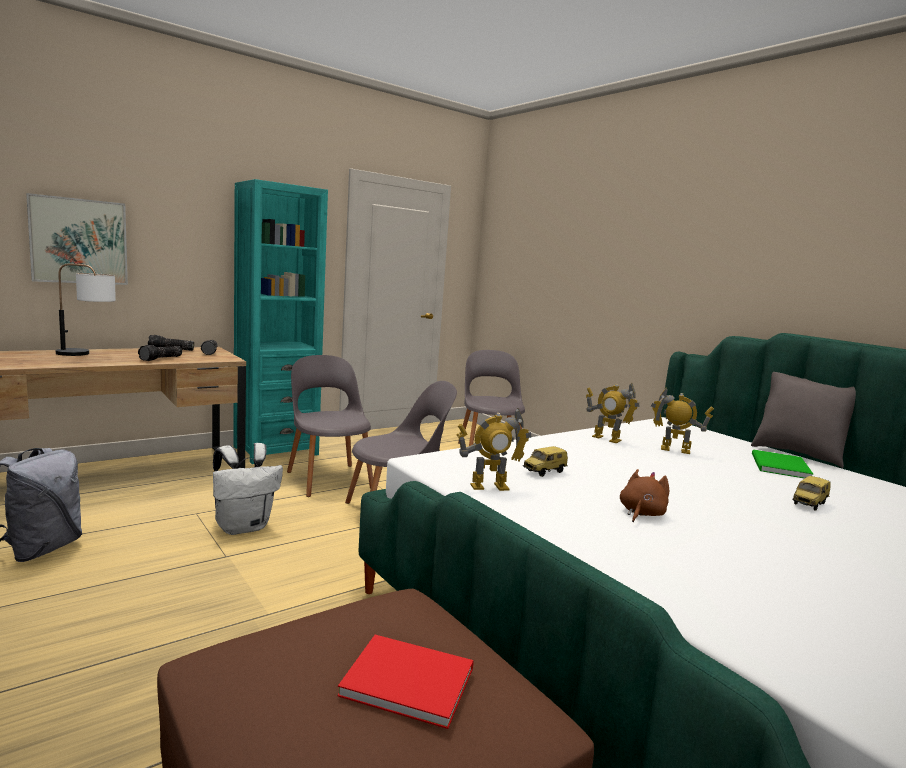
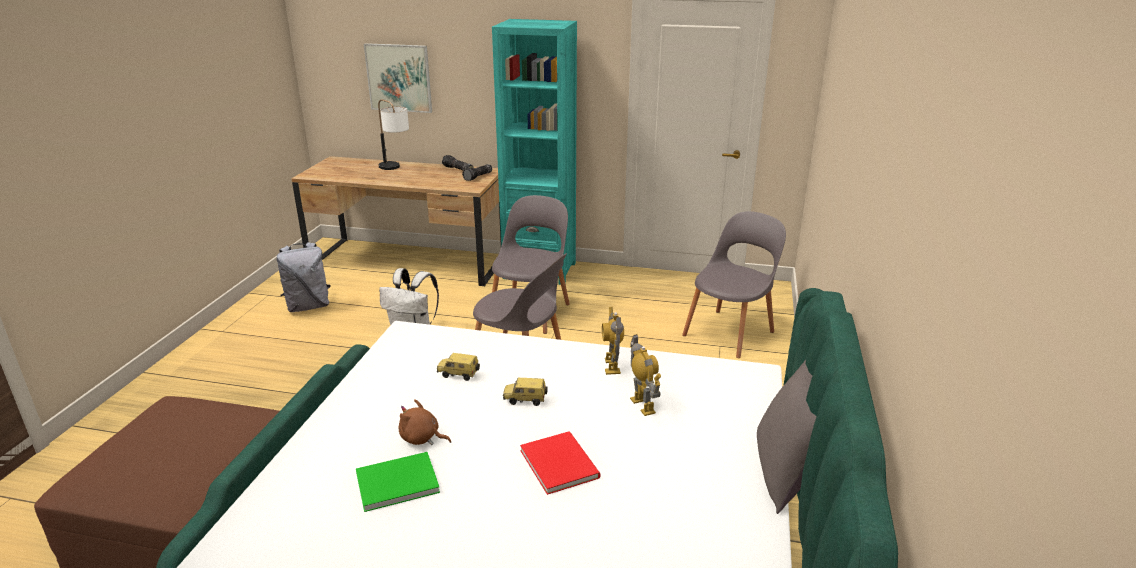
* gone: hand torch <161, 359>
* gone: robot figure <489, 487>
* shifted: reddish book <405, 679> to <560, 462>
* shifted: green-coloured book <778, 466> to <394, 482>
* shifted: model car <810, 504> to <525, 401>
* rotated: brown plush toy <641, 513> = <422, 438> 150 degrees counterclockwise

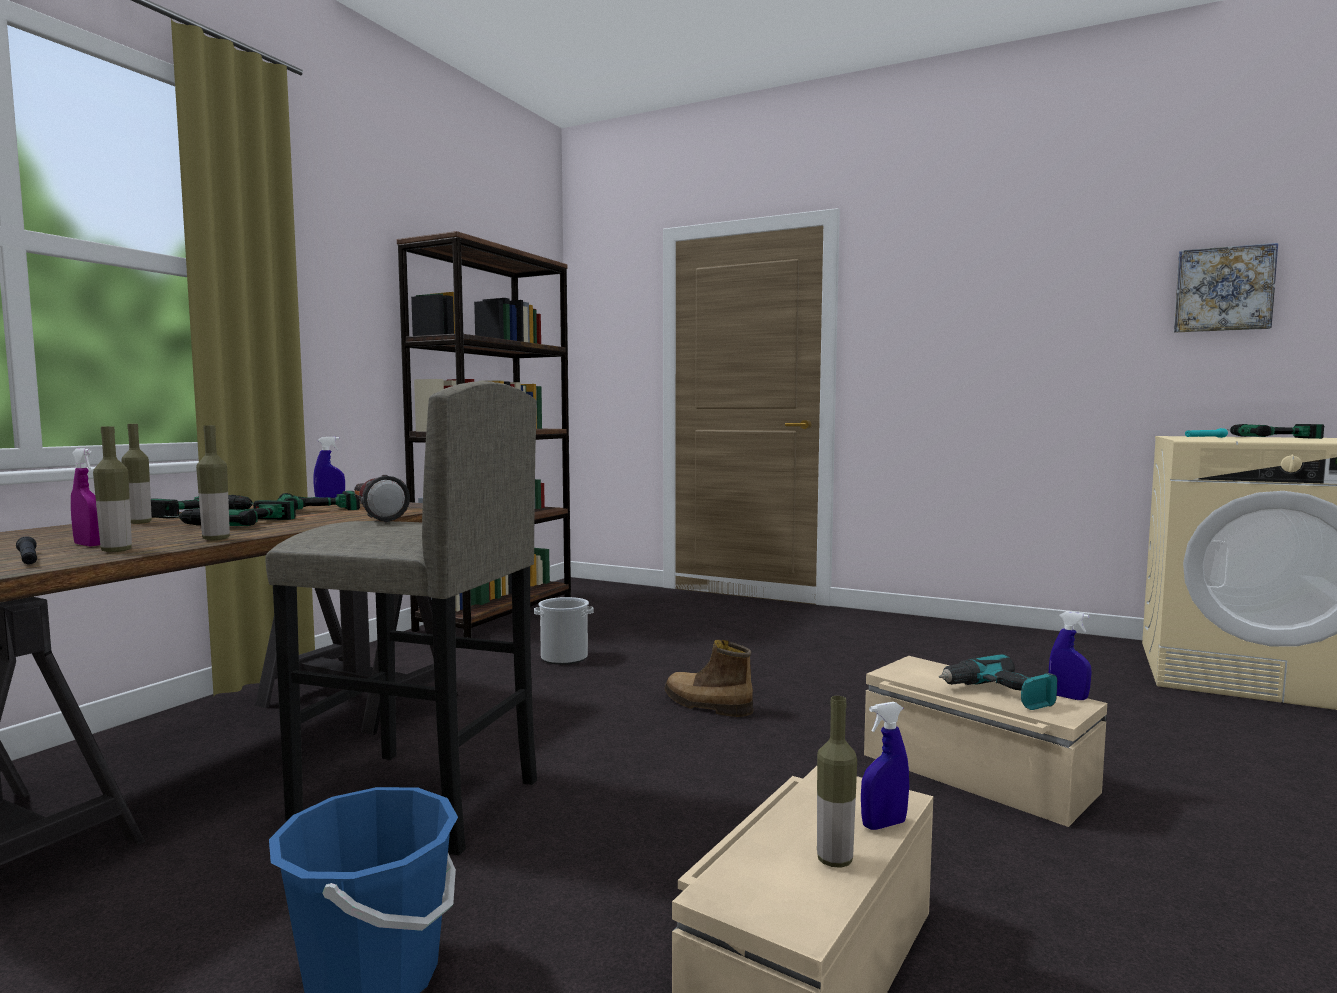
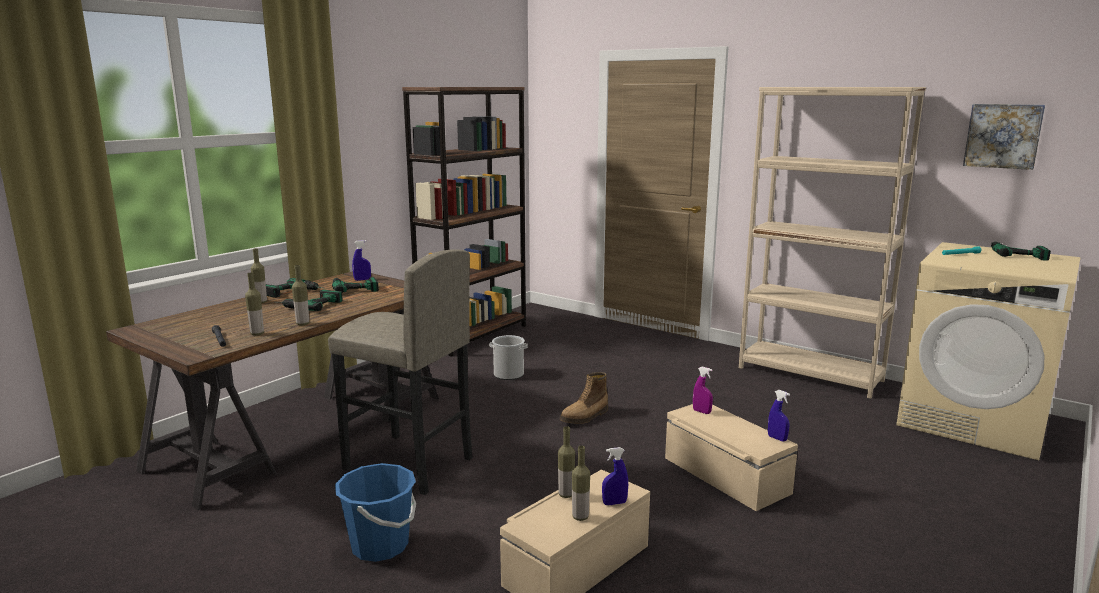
* gone: hand torch <374, 517>
* gone: electric drill <998, 695>
* new: bottle <566, 494>
* new: beige-coloured shelving unit <810, 374>
* shifted: purplish sprayer <88, 545> to <701, 412>
* rotated: tall boot <706, 705> = <585, 417> 90 degrees counterclockwise

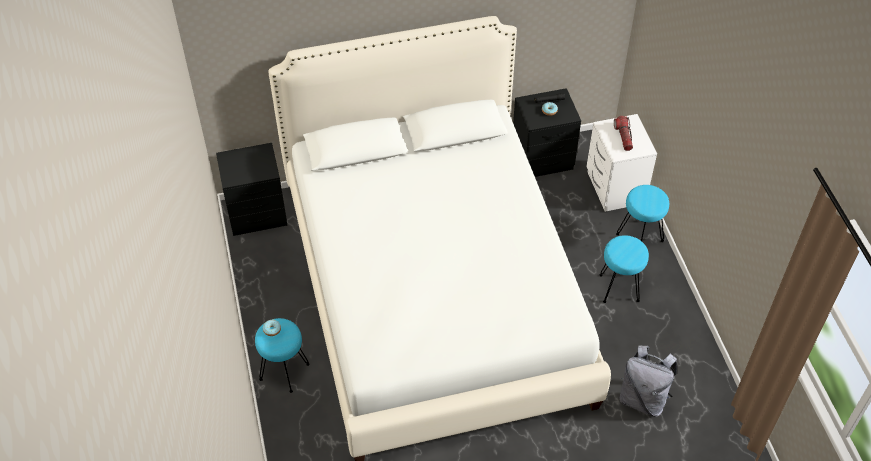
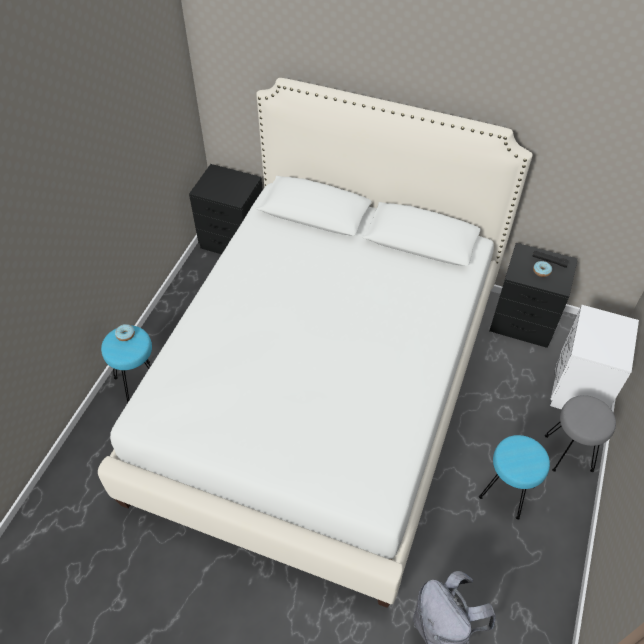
* gone: hand torch <623, 137>
* repainted: turquoise-coloured sitting stool <639, 237> to grey sitting stool <569, 452>

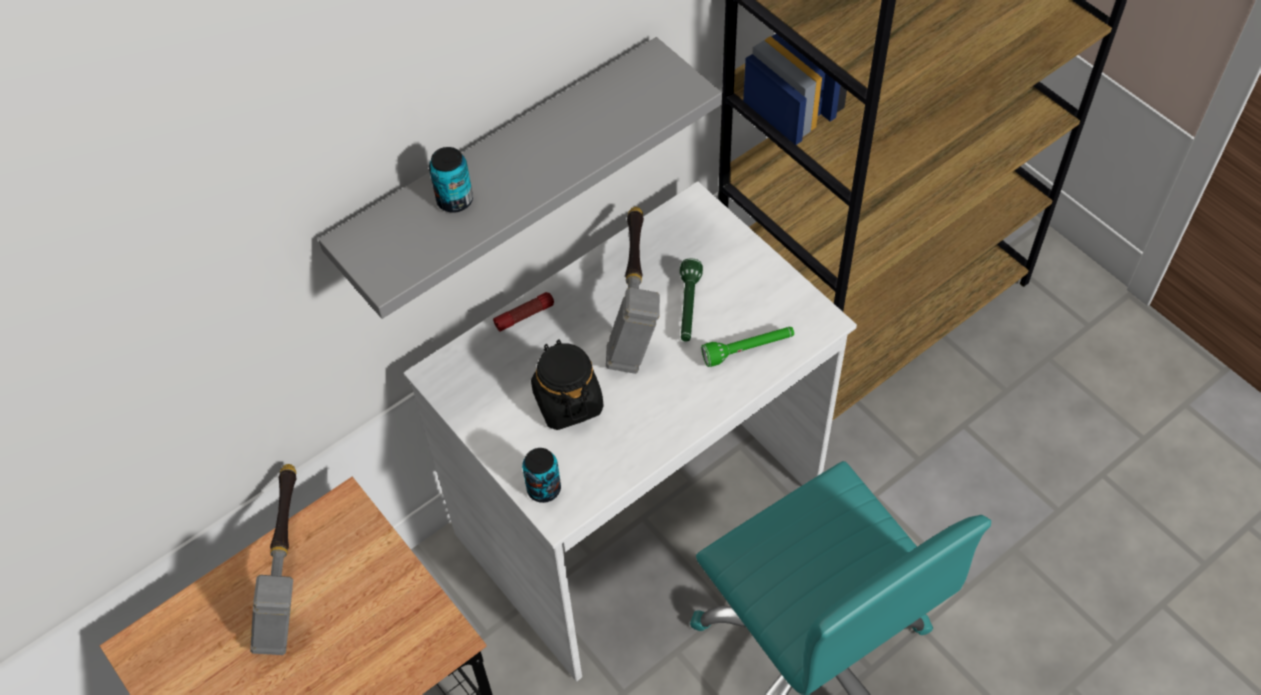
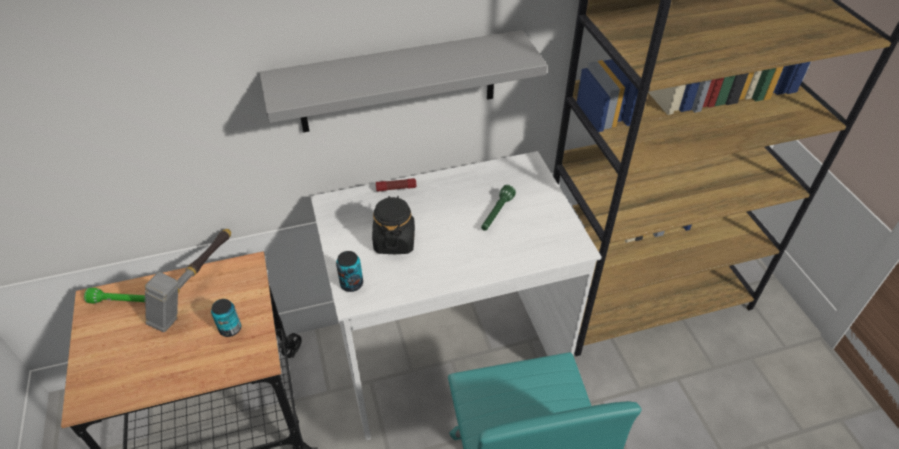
* gone: hammer <634, 304>
* shifted: metal can <455, 200> to <230, 329>
* shifted: green-coloured hand torch <748, 350> to <121, 301>

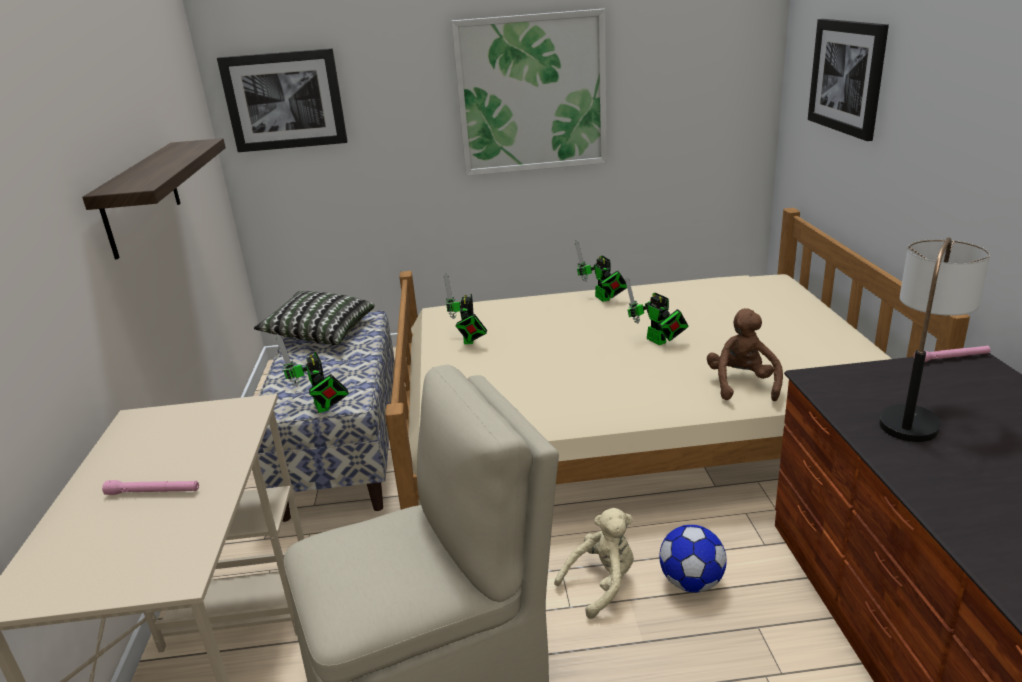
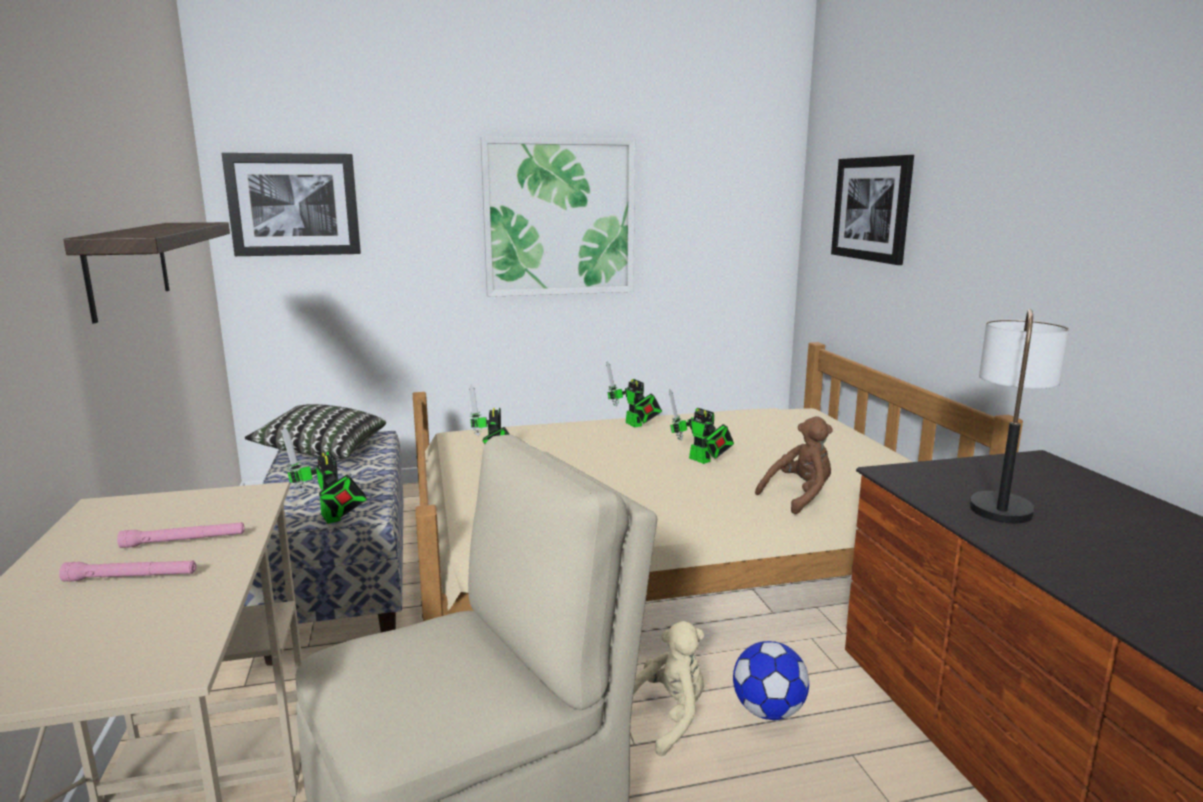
* shifted: pink hand torch <951, 358> to <184, 541>
* rotated: brown plush toy <742, 384> = <799, 497> 60 degrees clockwise

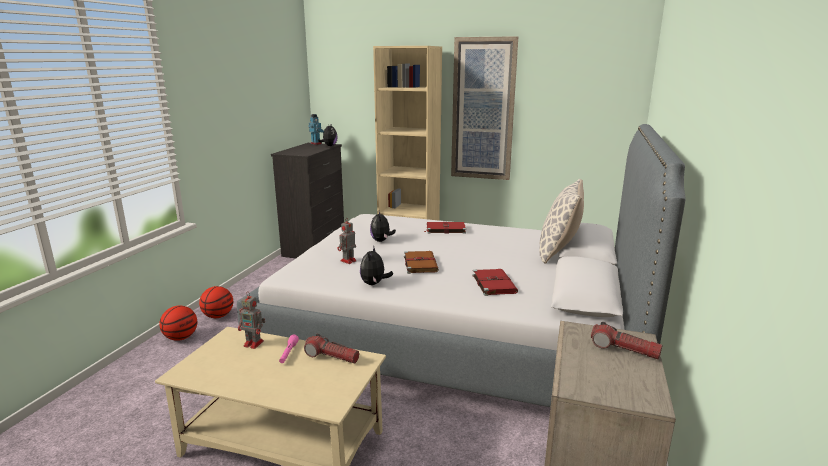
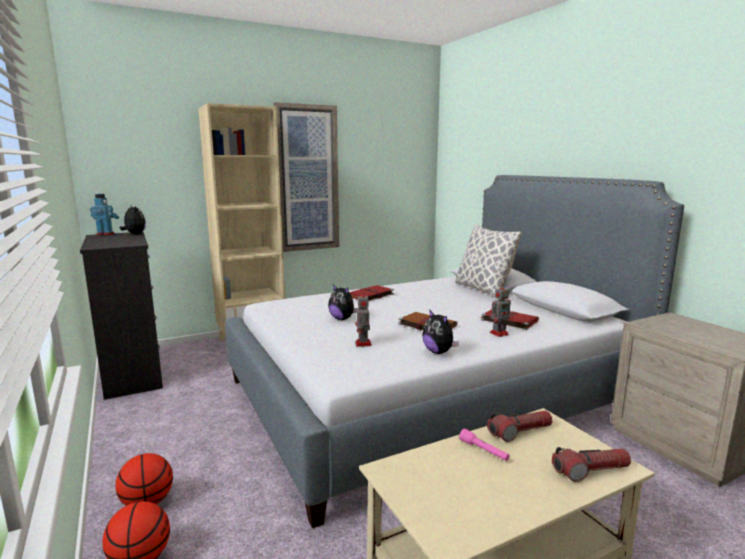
* shifted: robot figure <254, 343> to <499, 333>
* shifted: hand torch <624, 350> to <590, 471>

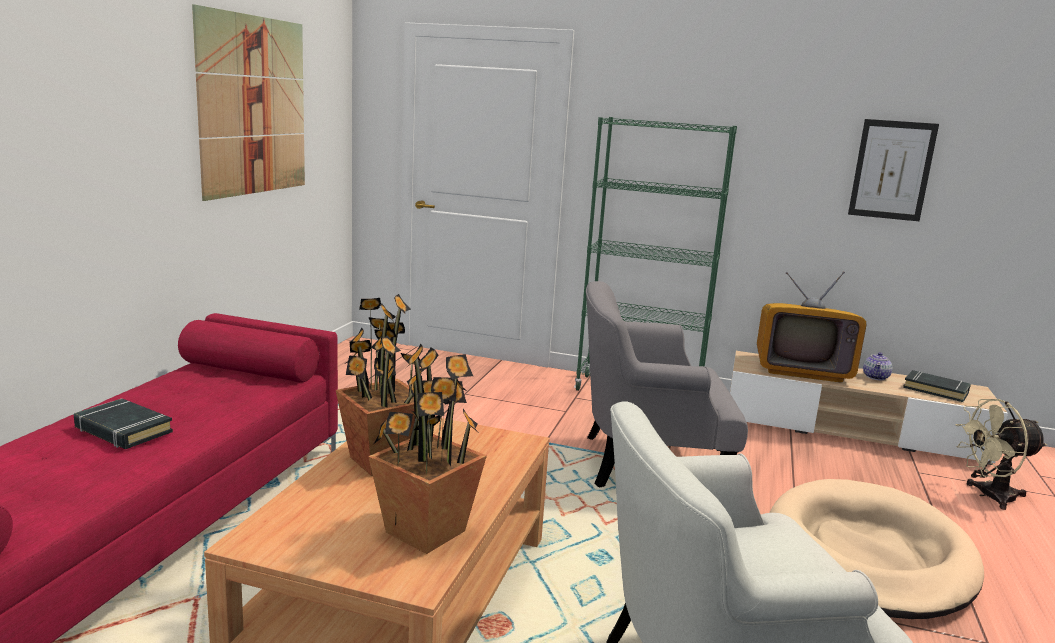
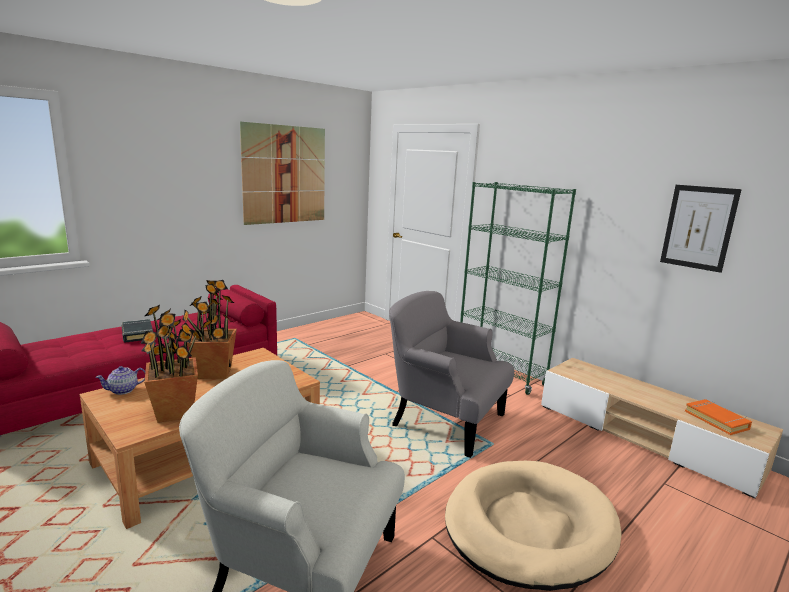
* gone: TV set <802, 369>
* gone: beige-coloured cooling fan <988, 496>
* shifted: pot for tea <876, 377> to <123, 390>
* repainted: black-coloured book <935, 390> to orangey book <716, 420>

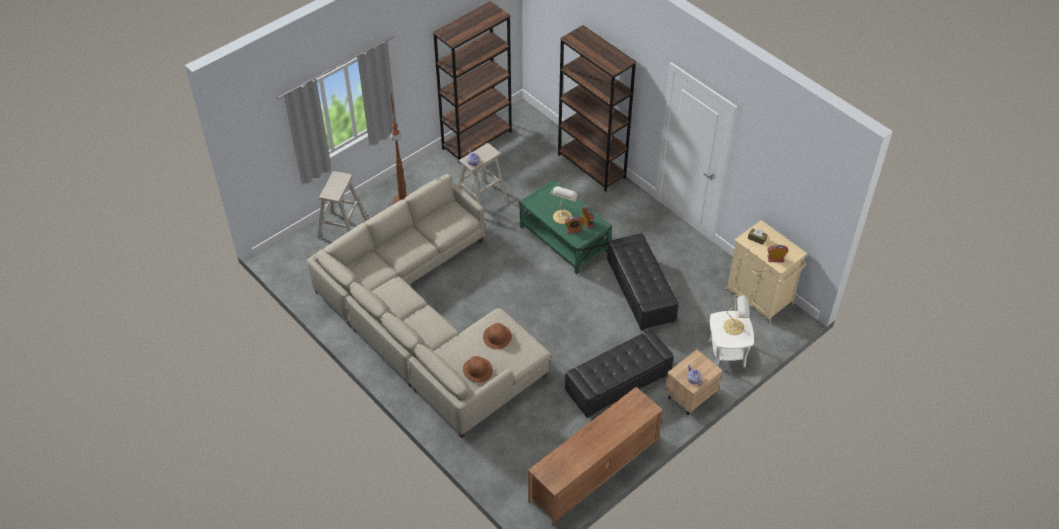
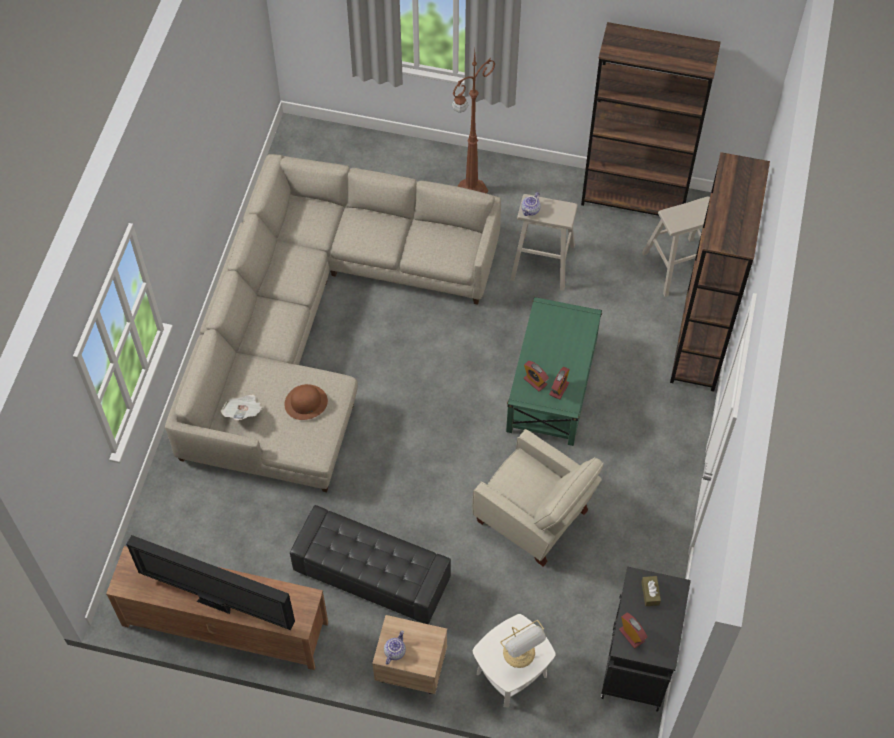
* gone: table lamp <563, 216>
* new: TV set <217, 604>
* shifted: beige-coloured sitting stool <343, 228> to <678, 266>
* swapped: brown wearable hat <477, 370> to daily paper <243, 412>
* swapped: black-coloured pouffe <640, 291> to beige-coloured armchair <535, 518>
* repainted: beige-coloured cupboard <760, 298> to black-coloured cupboard <636, 665>

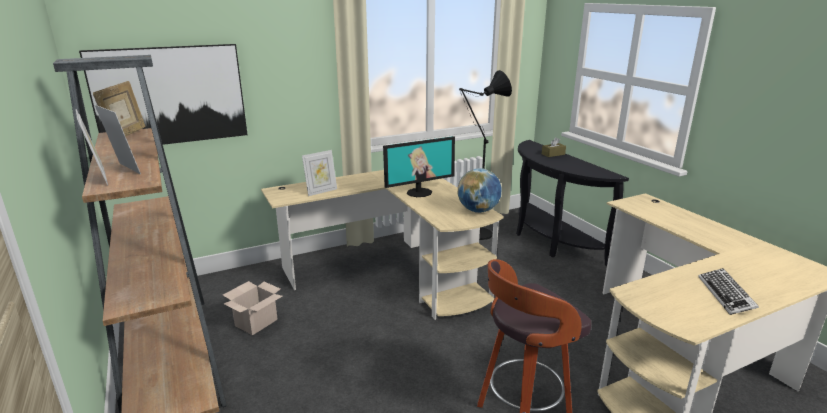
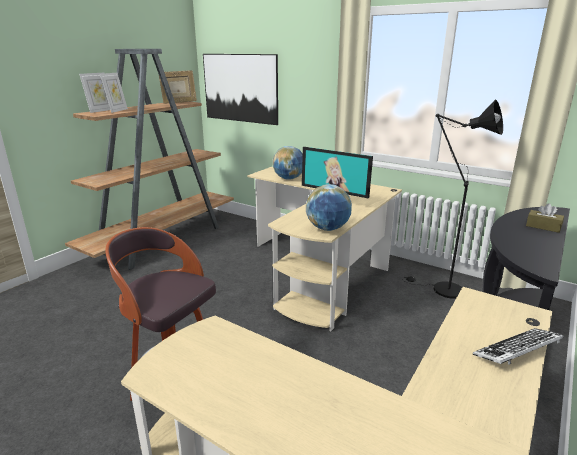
* gone: cardboard box <256, 322>
* shifted: keyboard <725, 295> to <517, 351>
* swapped: picture frame <321, 191> to world globe <289, 178>

